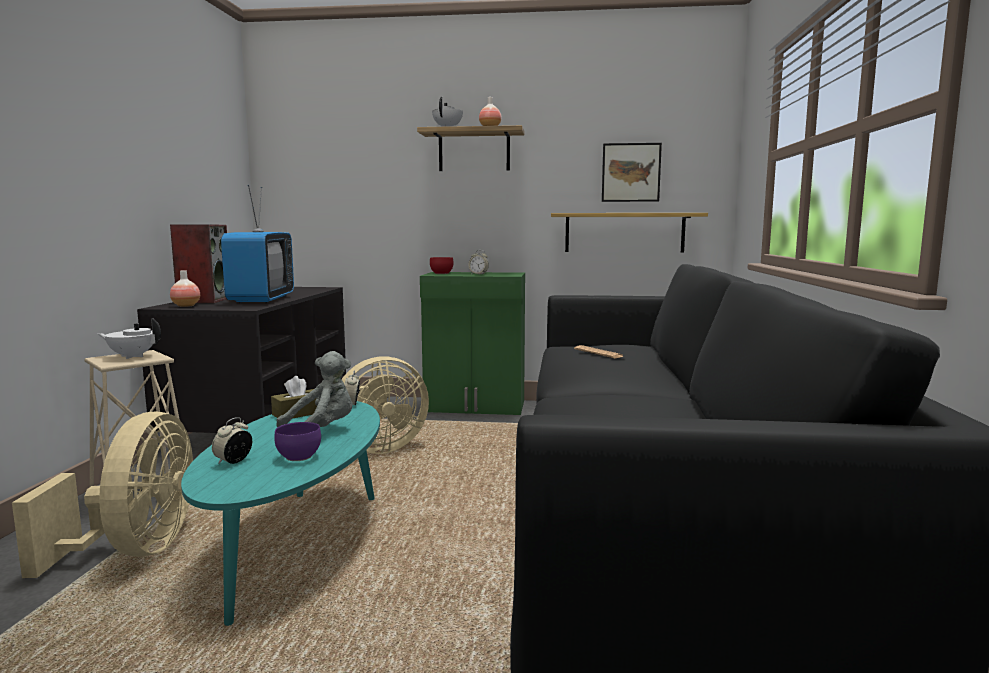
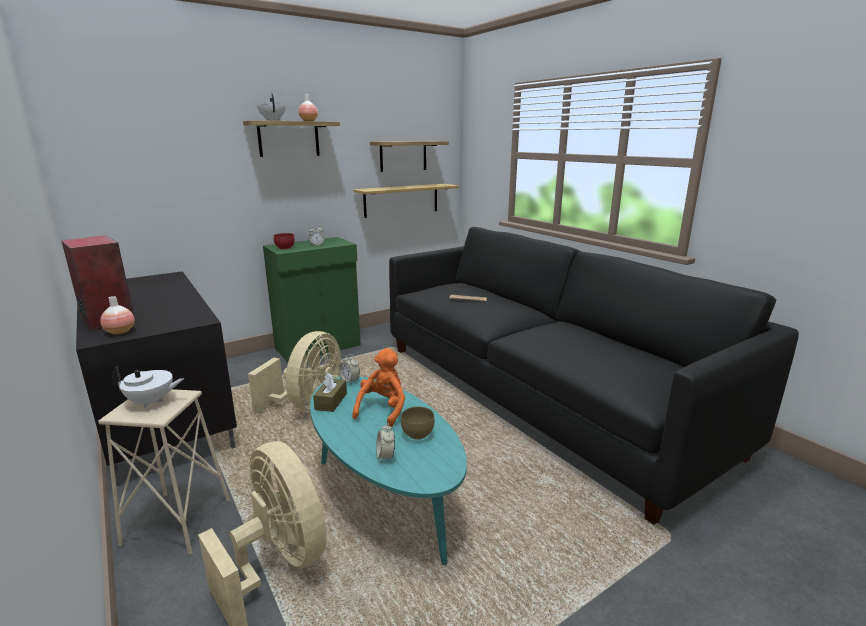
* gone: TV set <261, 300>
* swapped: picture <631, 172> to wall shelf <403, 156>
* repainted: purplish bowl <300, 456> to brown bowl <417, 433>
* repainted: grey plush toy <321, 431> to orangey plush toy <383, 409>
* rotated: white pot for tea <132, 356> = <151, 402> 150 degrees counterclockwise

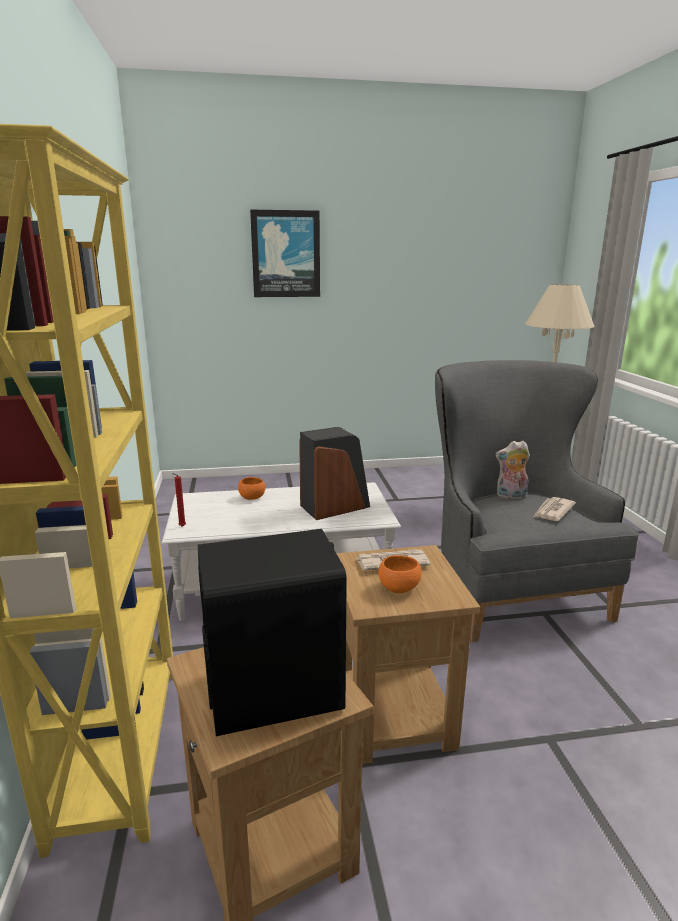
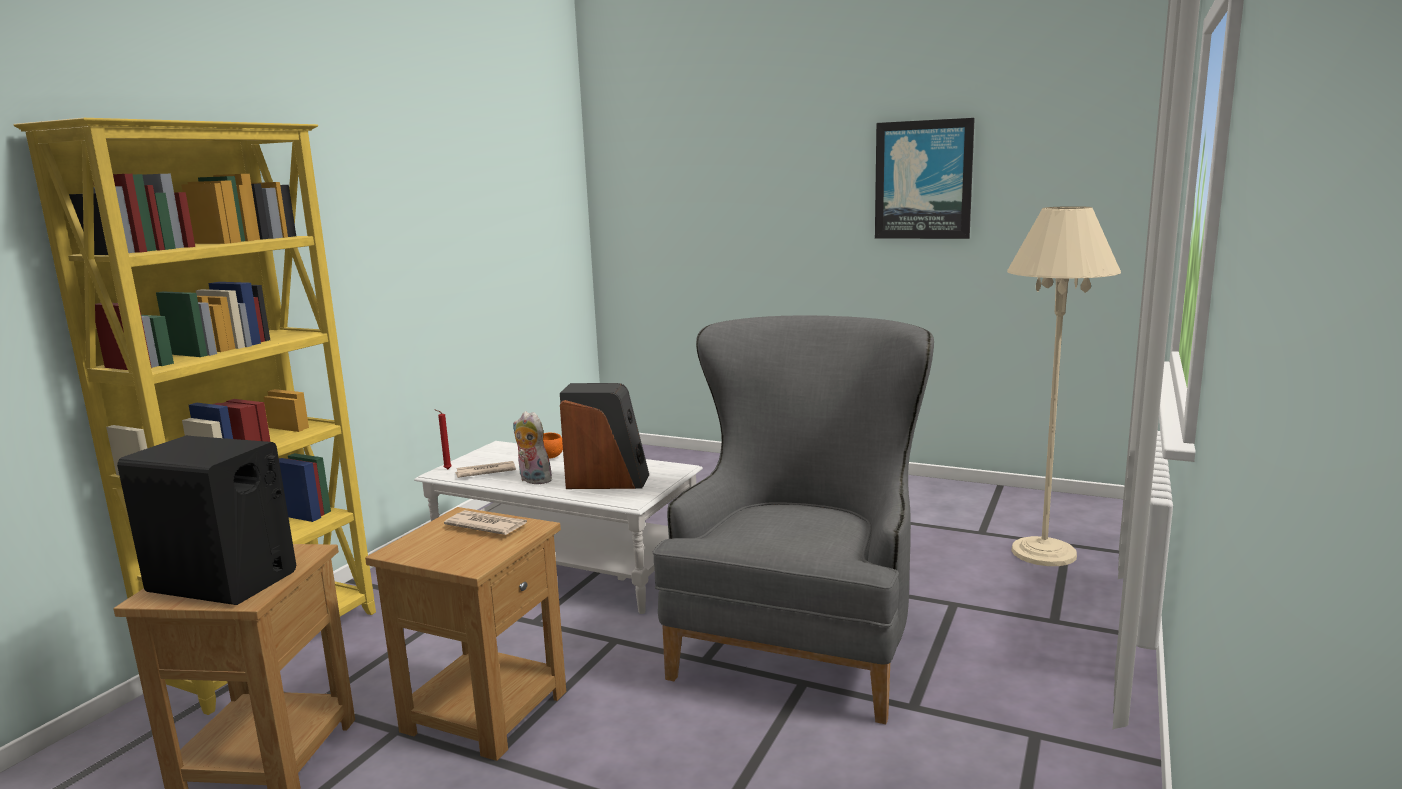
* gone: orangey bowl <399, 588>
* shifted: picture <286, 254> to <923, 180>
* shifted: plush toy <510, 497> to <532, 480>
* shifted: daily paper <552, 511> to <485, 472>

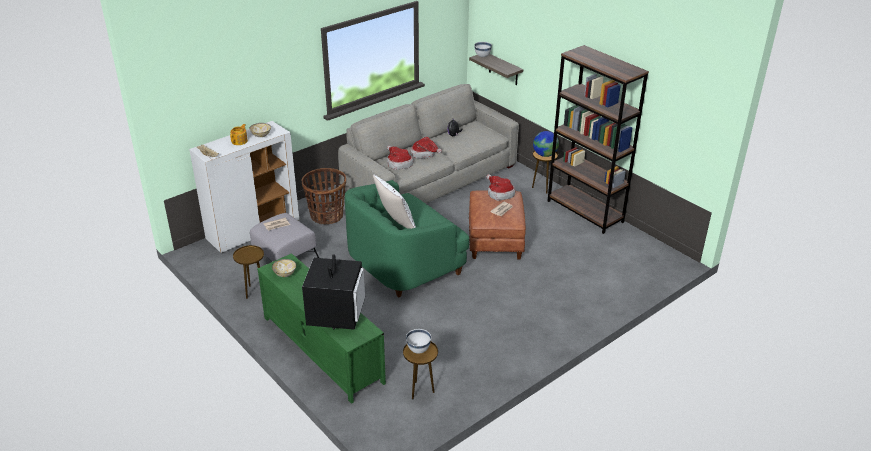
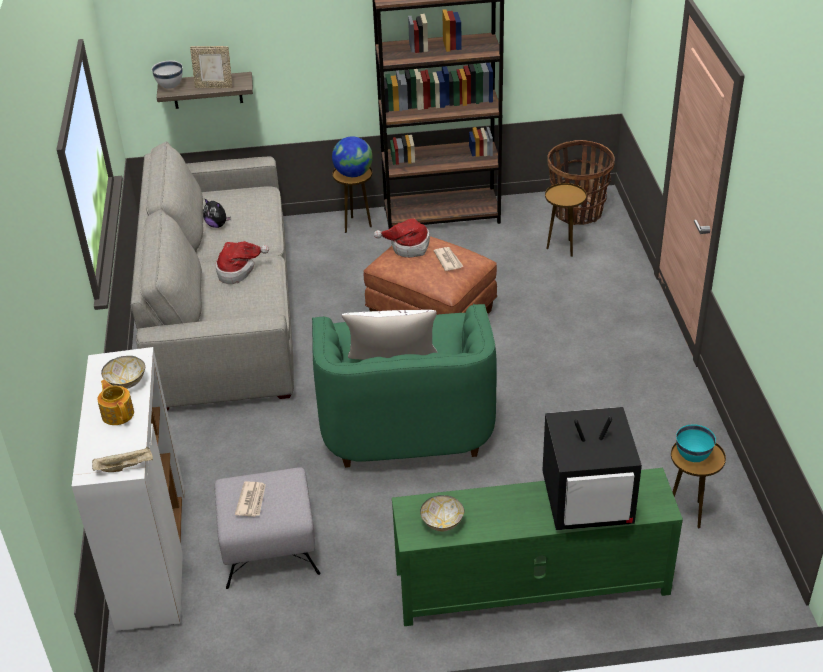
* gone: wearable hat <398, 163>
* new: picture frame <214, 86>
* shifted: brown accent table <254, 292> to <562, 248>
* shifted: household basket <326, 215> to <577, 212>
* repainted: white bowl <418, 350> to turquoise-coloured bowl <692, 456>
* rotated: TV set <336, 314> = <588, 501> 135 degrees clockwise

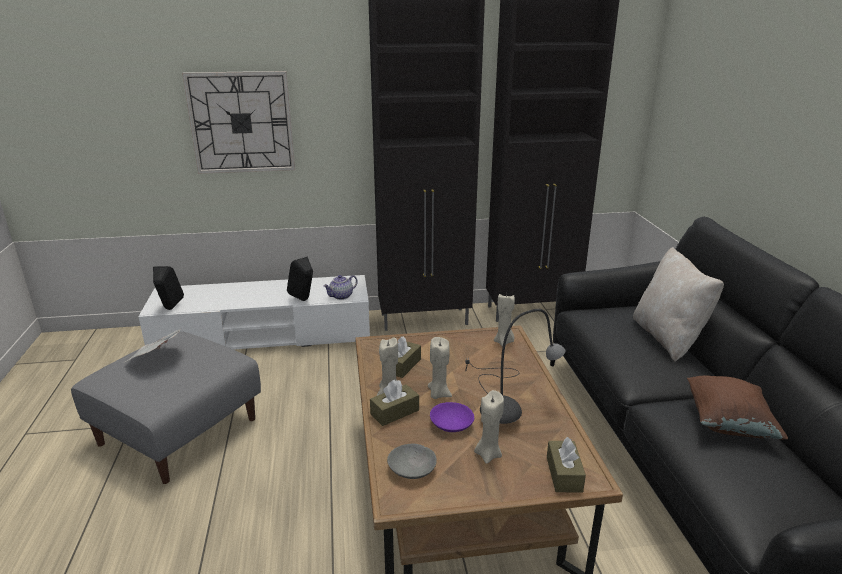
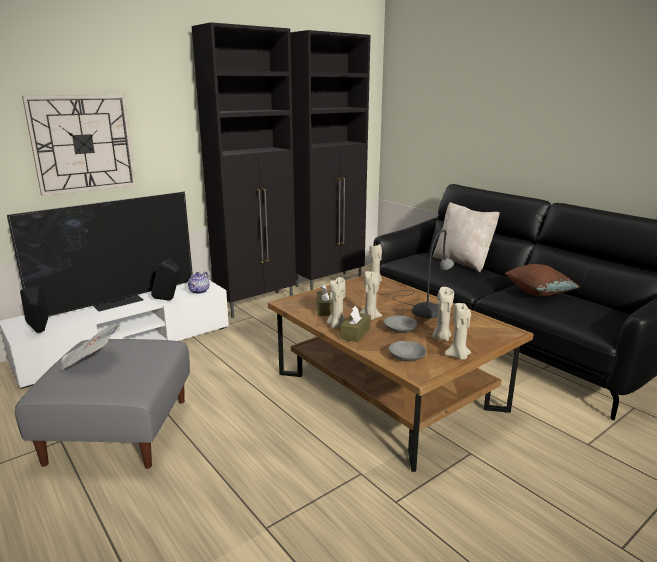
* gone: brown box of tissues <564, 474>
* new: TV set <118, 301>
* new: beige-coloured wax candle <458, 356>
* repainted: purplish bowl <452, 424> to grey bowl <400, 330>

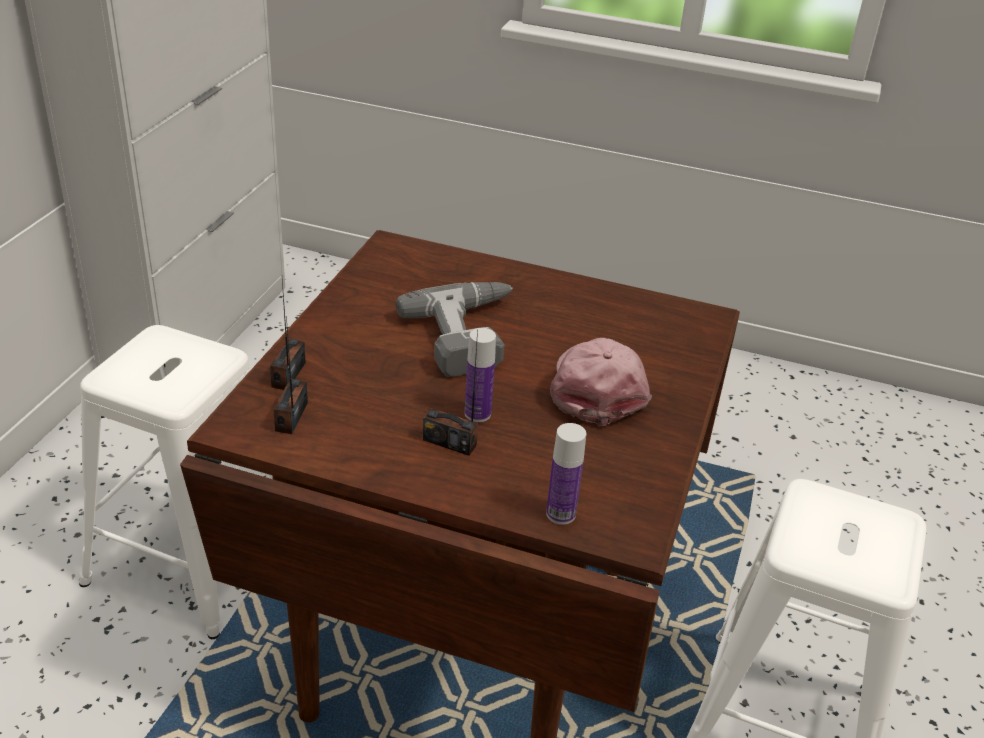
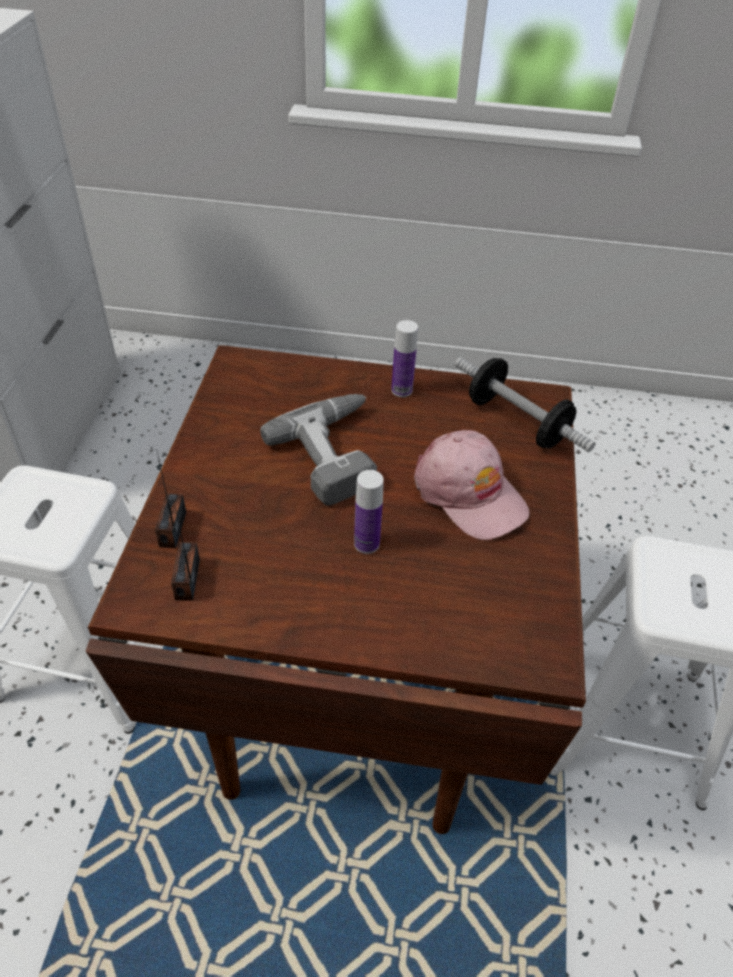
* gone: radio receiver <449, 442>
* new: free weight <517, 422>
* shifted: bottle <560, 514> to <401, 390>
* rotated: pink peaked cap <597, 387> = <469, 493> 150 degrees clockwise

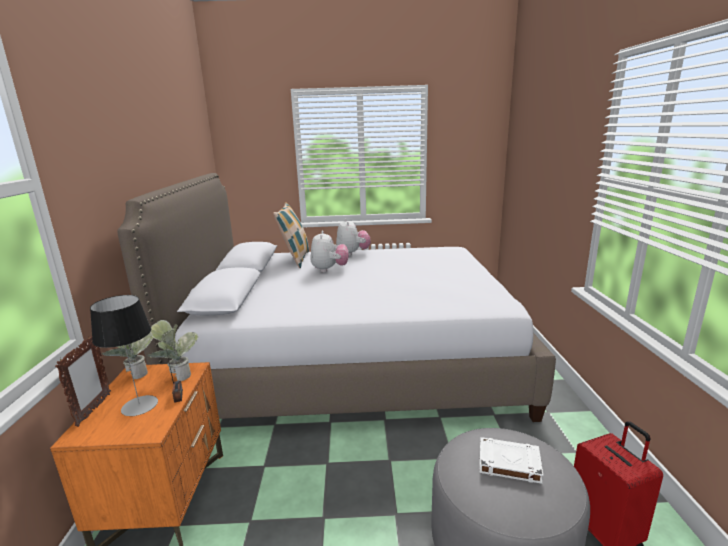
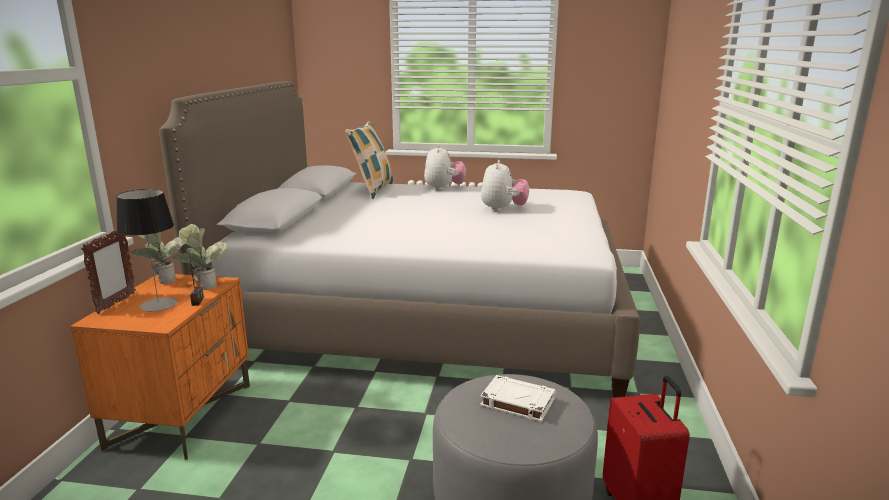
* shifted: plush toy <329, 269> to <503, 210>

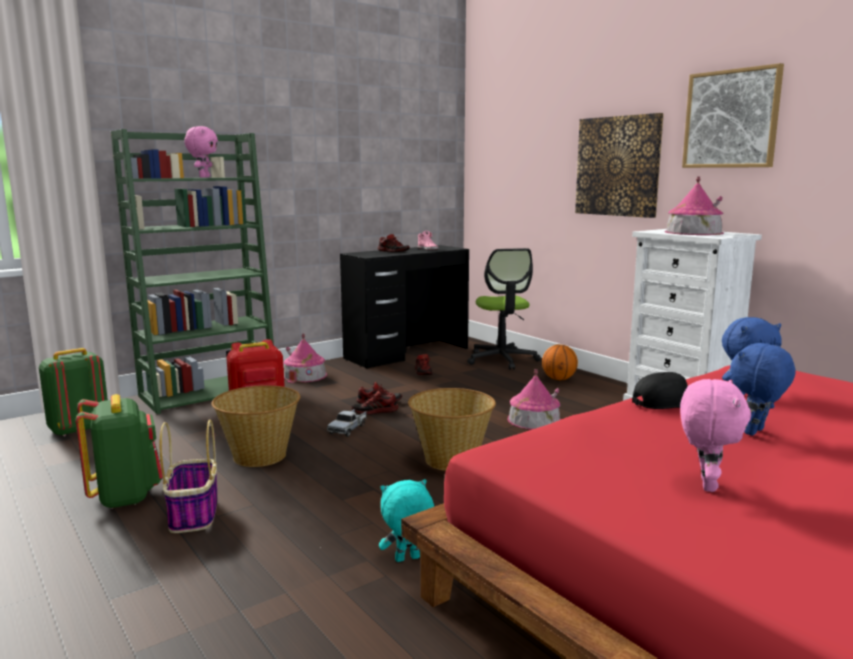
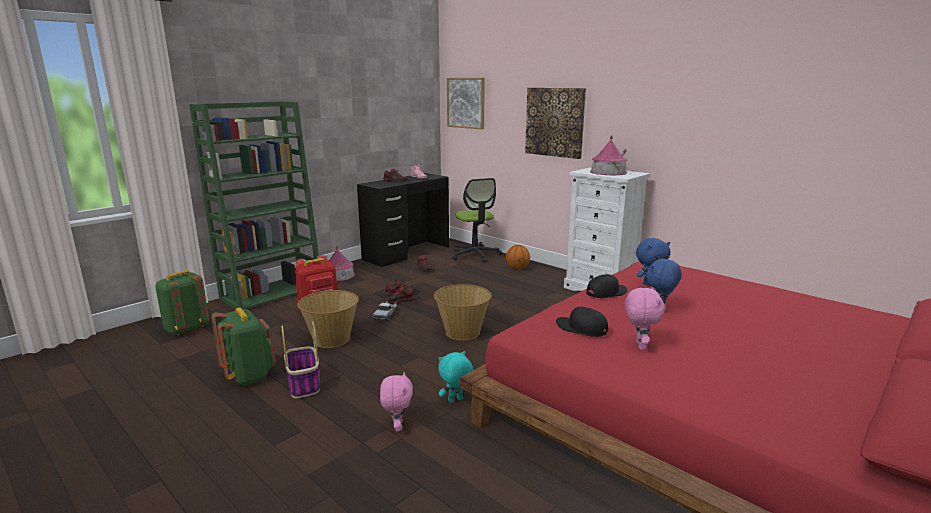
* gone: miniature house <534, 420>
* new: black-coloured peaked cap <581, 328>
* shifted: pink plush toy <203, 177> to <397, 426>
* shifted: picture <731, 119> to <466, 103>

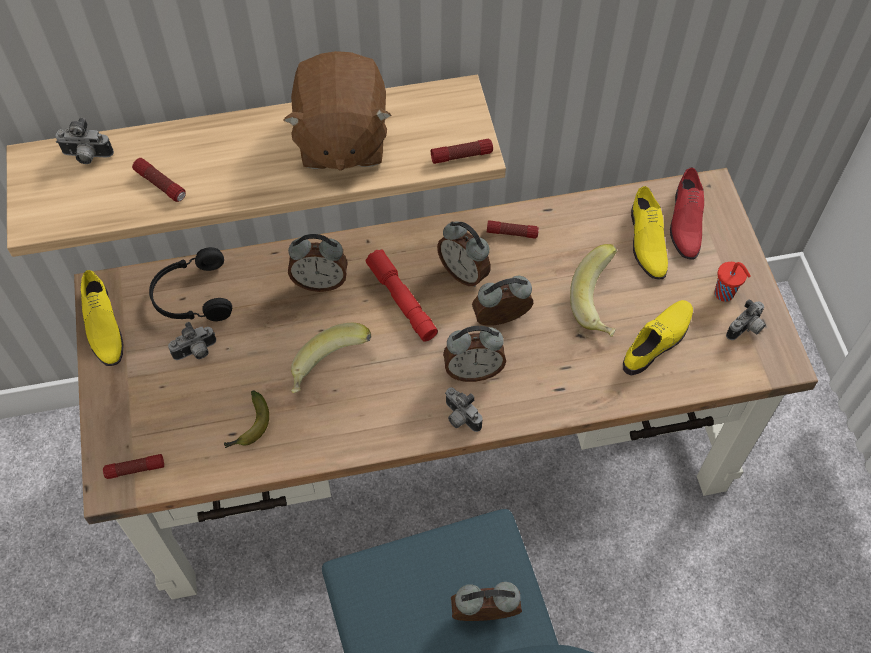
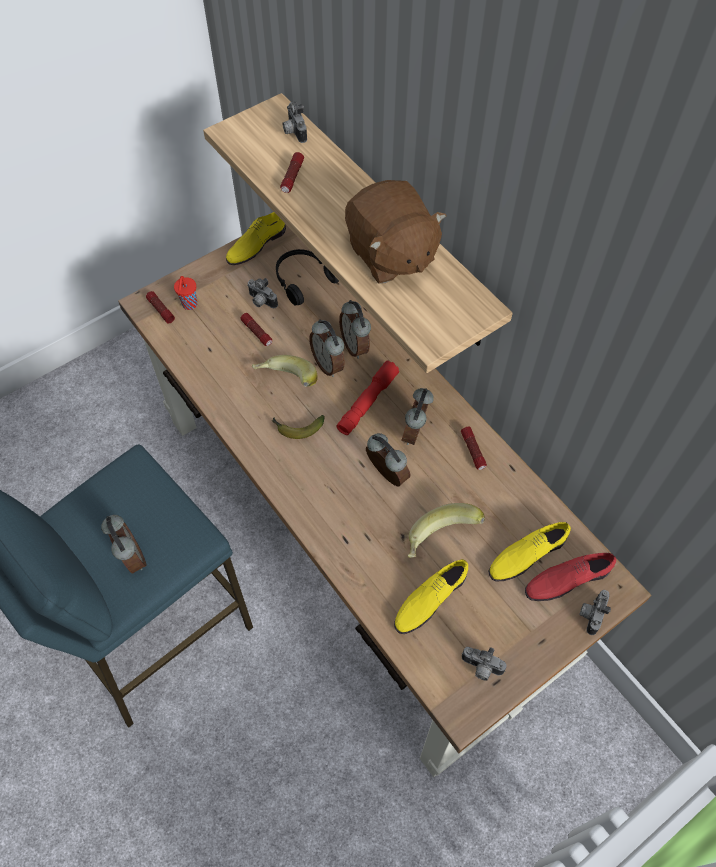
* shifted: banana <249, 427> to <297, 428>
* shifted: hand torch <461, 156> to <257, 333>
* shifted: table clock <473, 370> to <328, 364>
* shifted: photo camera <459, 418> to <591, 614>
* shifted: reddish small cup <725, 294> to <189, 305>
* rotated: brown plush toy <341, 140> = <390, 255> 90 degrees counterclockwise
* rotated: yellowish low shoe <658, 341> = <429, 599> 120 degrees clockwise

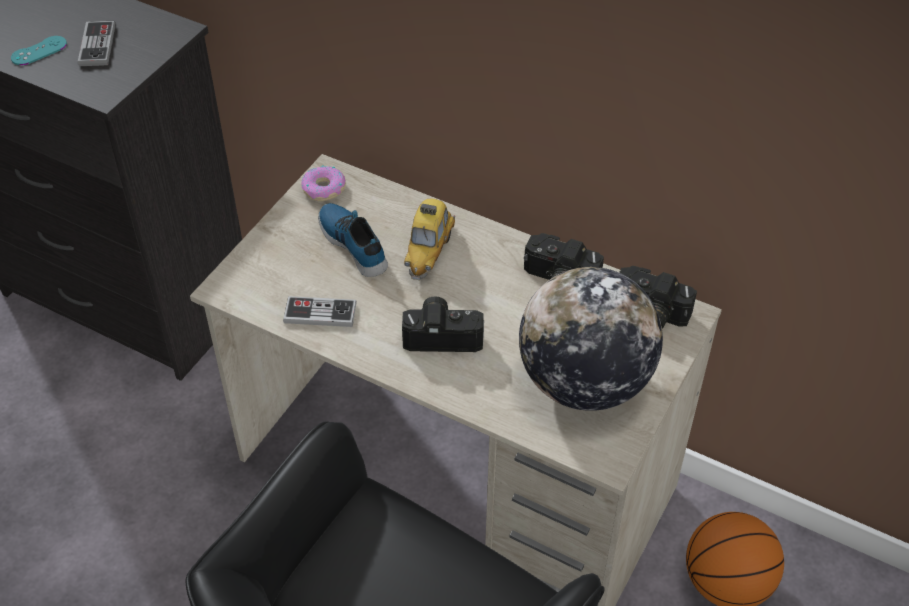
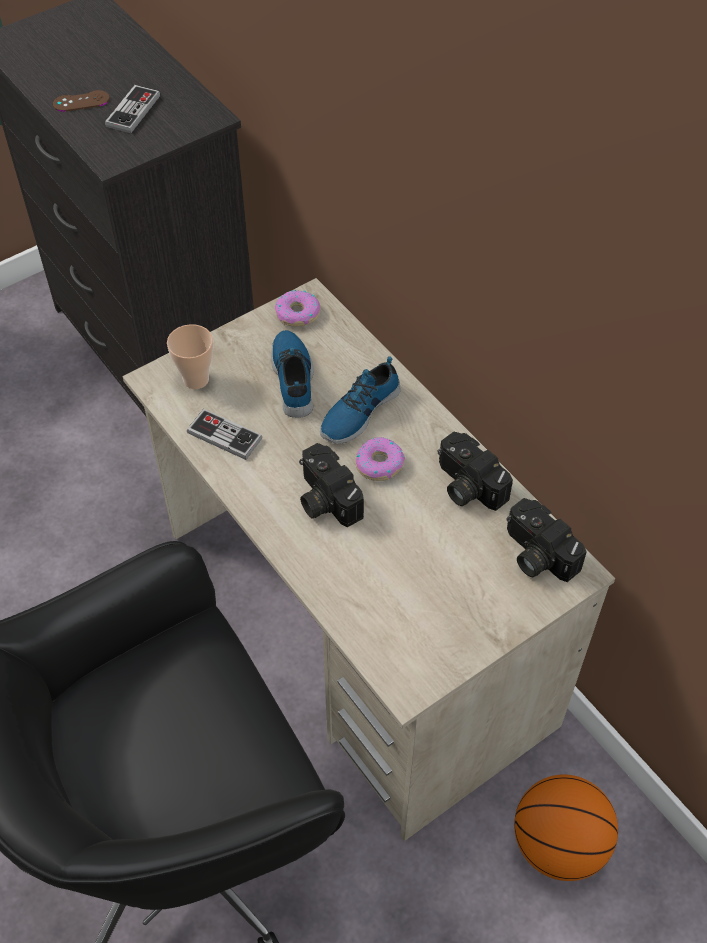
* gone: world globe <584, 382>
* new: small cup <196, 379>
* new: doughnut <379, 464>
* swapped: model car <429, 251> to low shoe <358, 411>
* repainted: turquoise-coloured joypad <39, 51> to brown joypad <81, 101>
* rotated: photo camera <443, 334> = <324, 499> 150 degrees counterclockwise

